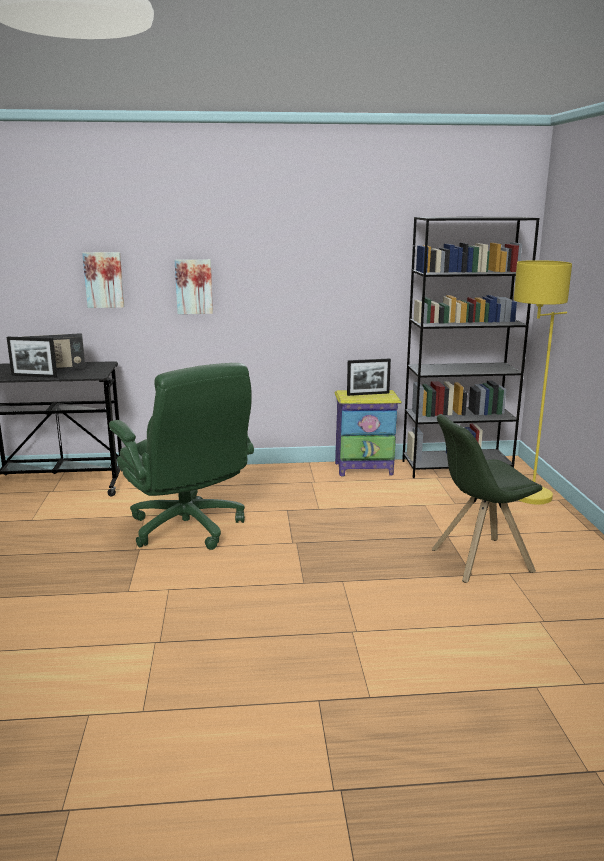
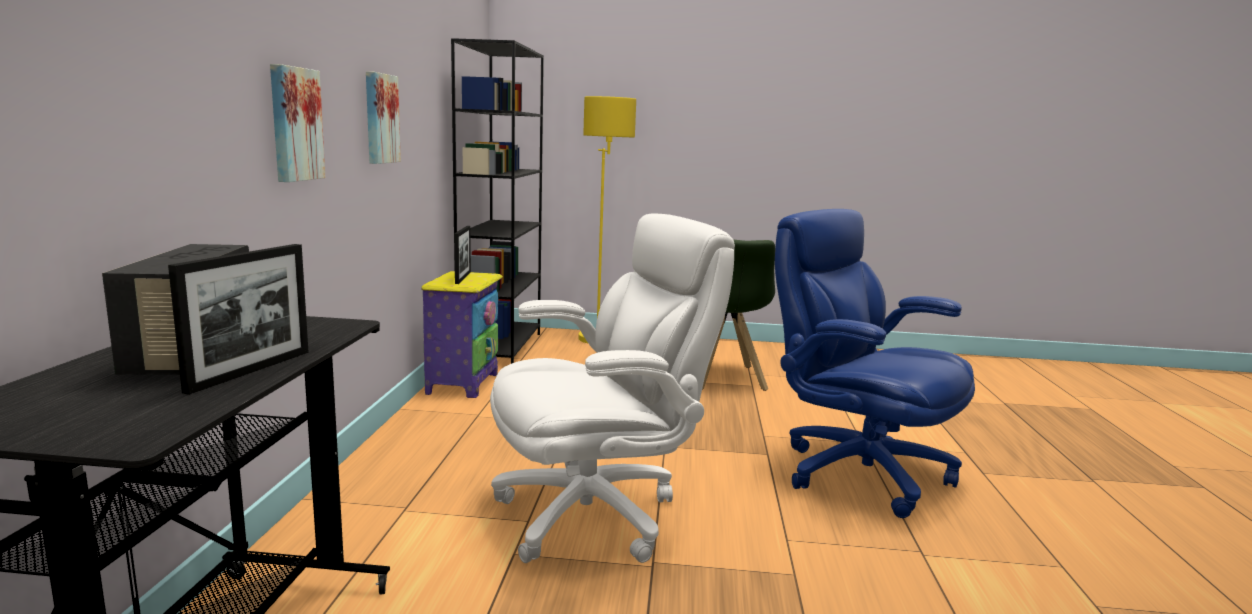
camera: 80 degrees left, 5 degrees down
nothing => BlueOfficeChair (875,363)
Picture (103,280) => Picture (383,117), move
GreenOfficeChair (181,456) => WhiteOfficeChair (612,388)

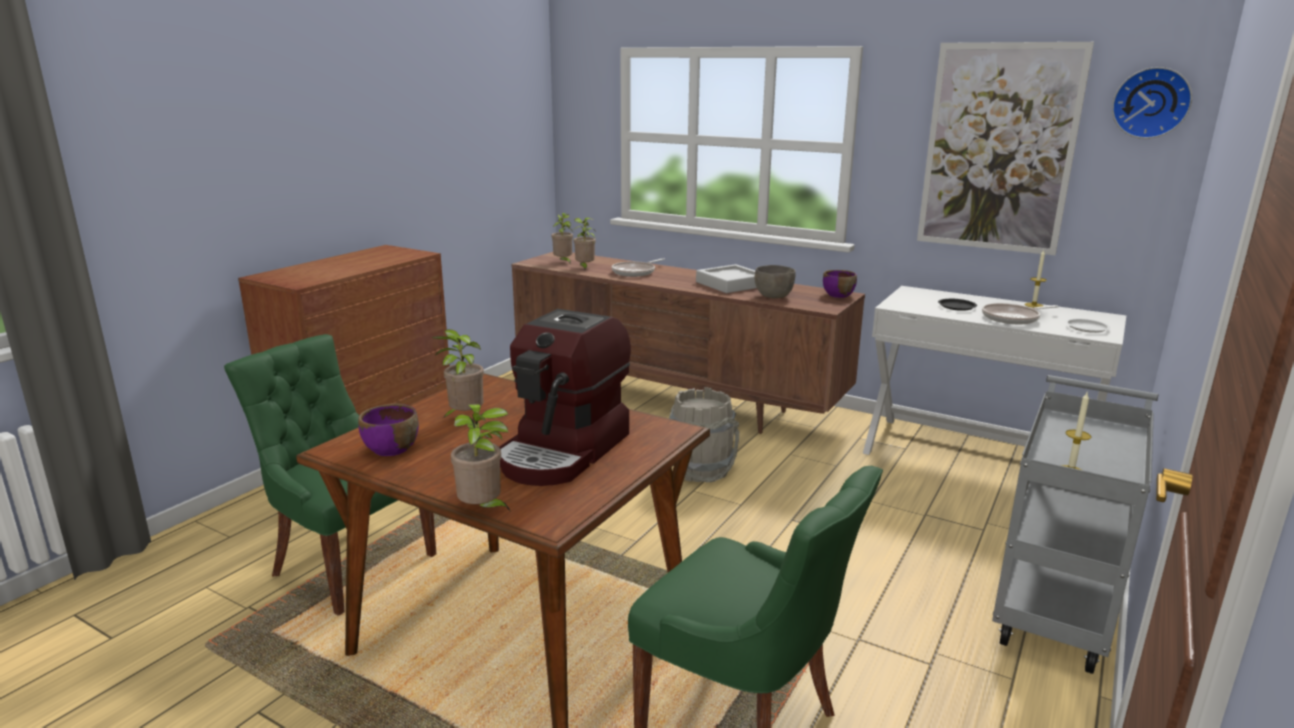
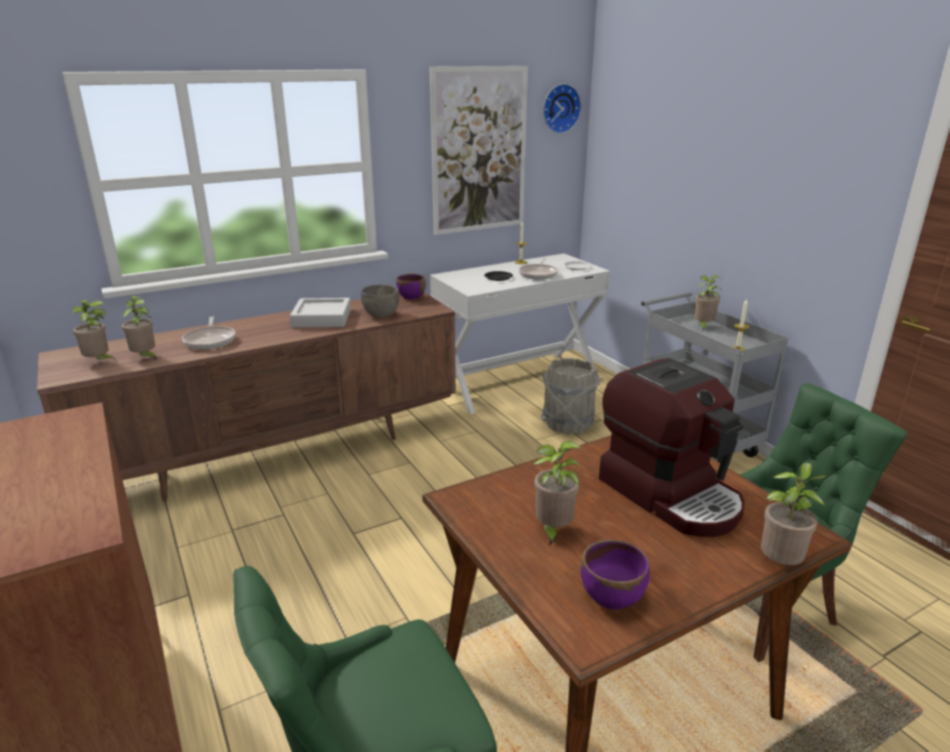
camera: 60 degrees left, 5 degrees up
nothing => PottedPlant (708,302)
GreyBucket (704,435) => GreyBucket (570,396), move

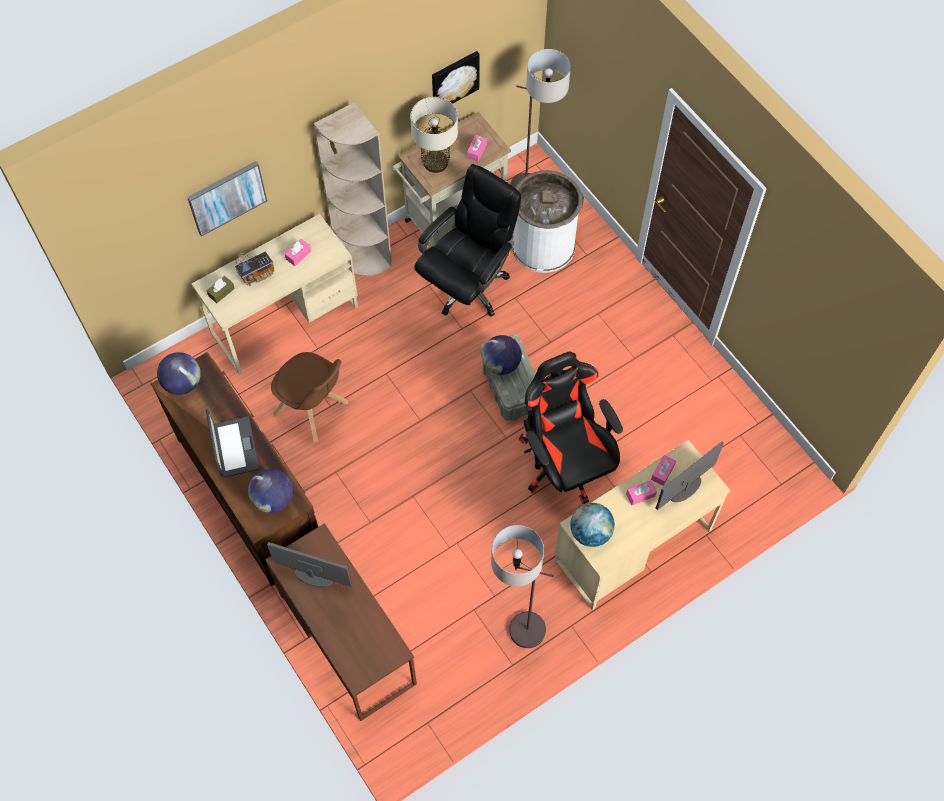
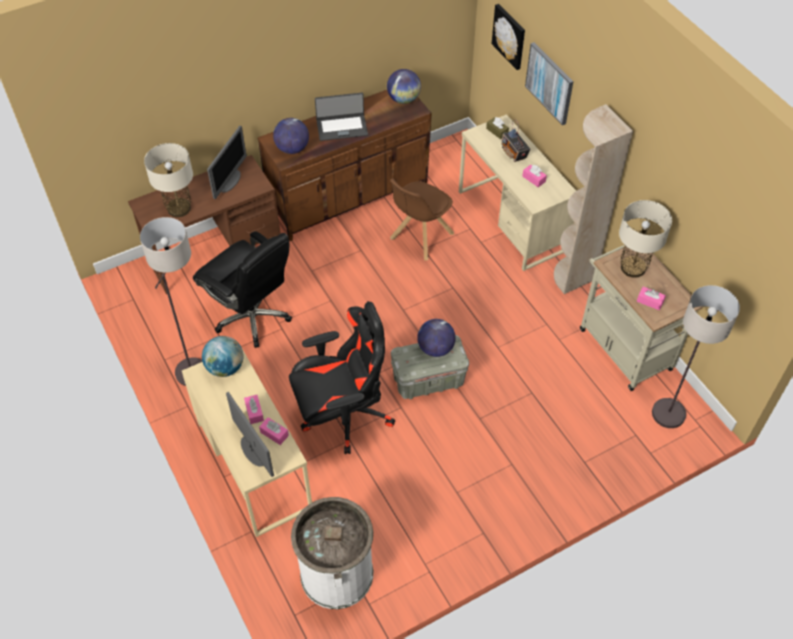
camera: 95 degrees right, 10 degrees down
nothing => TableLamp (168,180)
BlackOfficeChair (467,240) => BlackOfficeChair (242,289), move
Picture (456,77) => Picture (508,37), move
WhiteTrashCan (548,221) => WhiteTrashCan (332,553), move

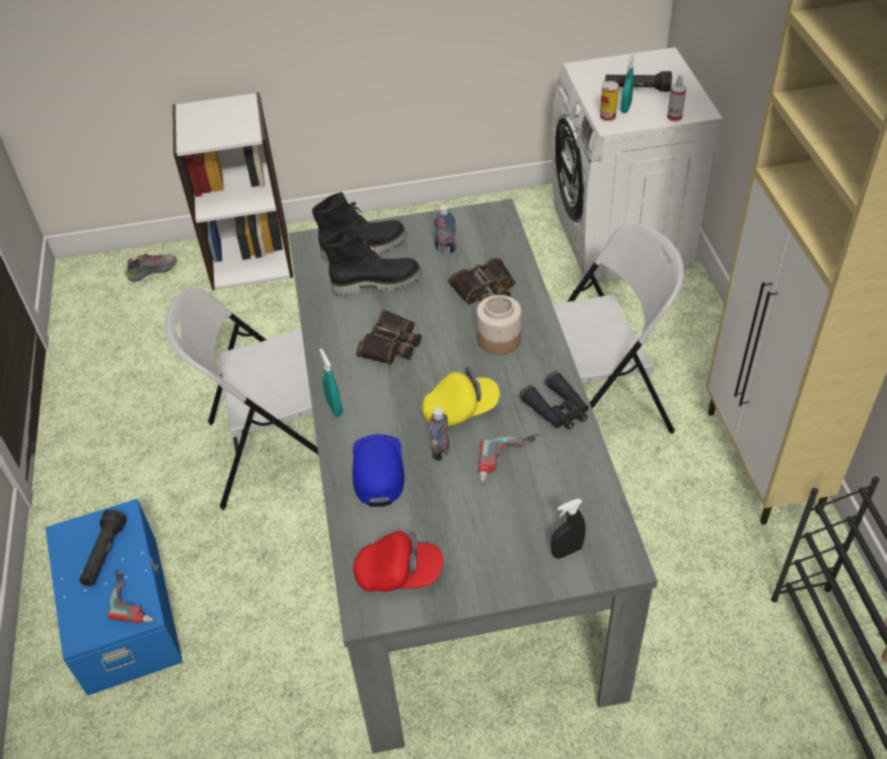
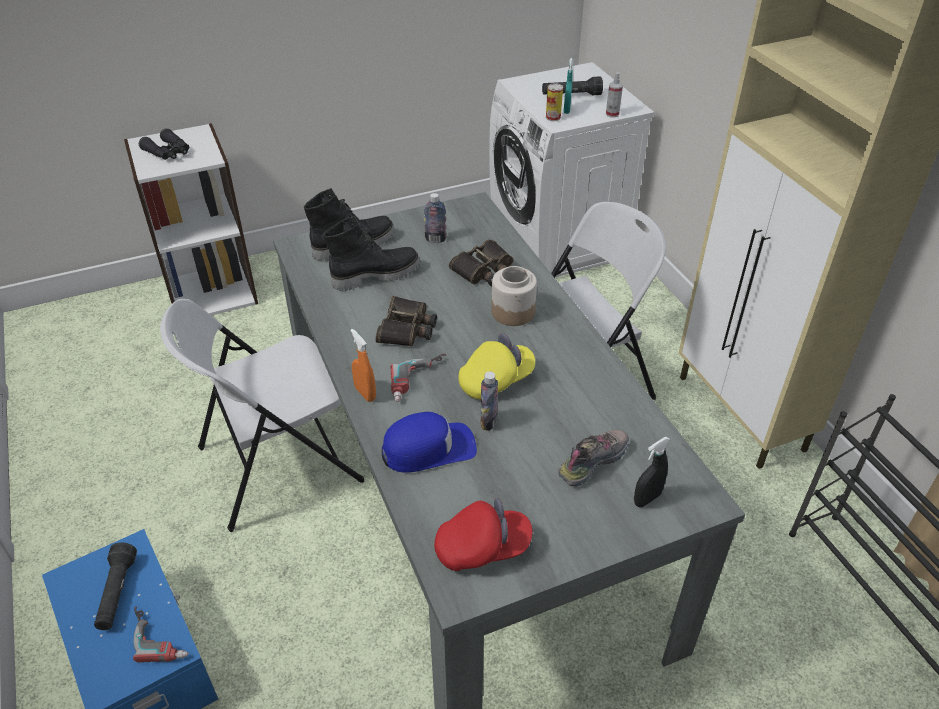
camera: 15 degrees left, 5 degrees down
Shoe (150,268) => Shoe (593,458), move
PowerDrill (509,458) => PowerDrill (419,378), move
BlackBinoculars (554,400) => BlackBinoculars (164,144), move
TurquoiseSprayBottle (331,382) => OrangeSprayBottle (363,365)
BlueCap (378,470) => BlueCap (429,442), 90 degrees clockwise

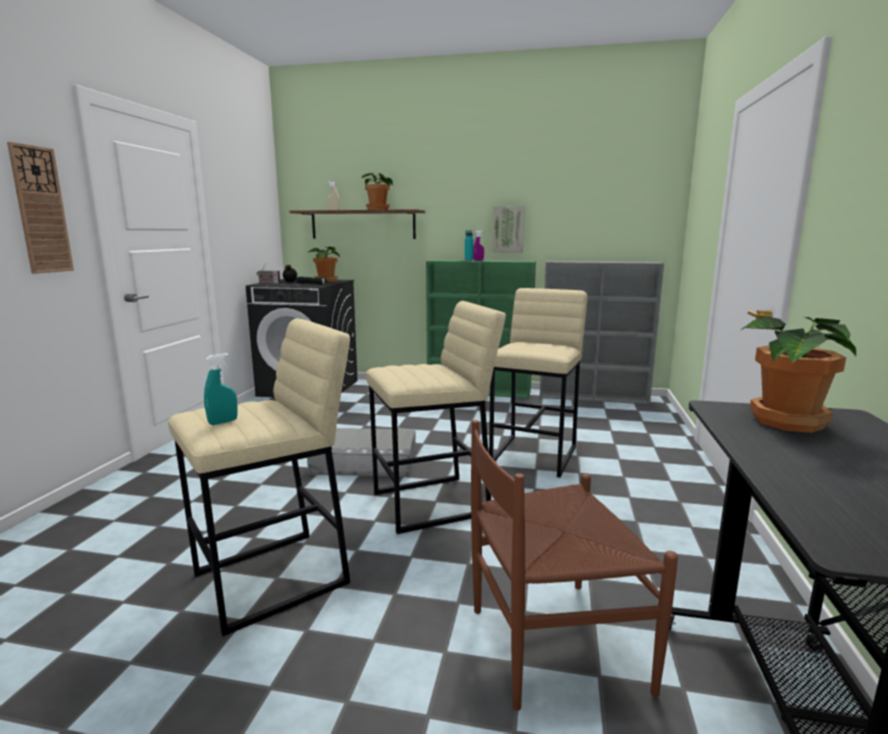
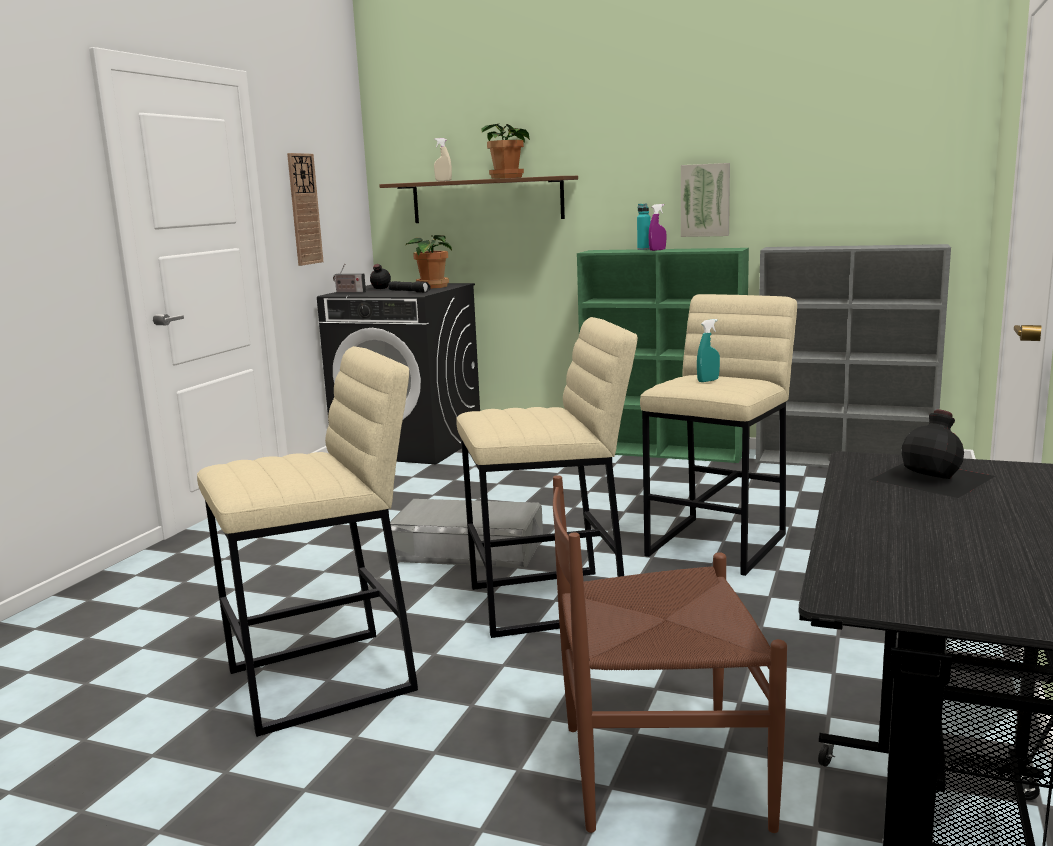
camera: 10 degrees right, 0 degrees up
WallClock (40,208) => WallClock (305,209), move
TurquoiseSprayBottle (221,389) => TurquoiseSprayBottle (708,350), move
PottedPlant (798,374) => BlackBottle (932,453)

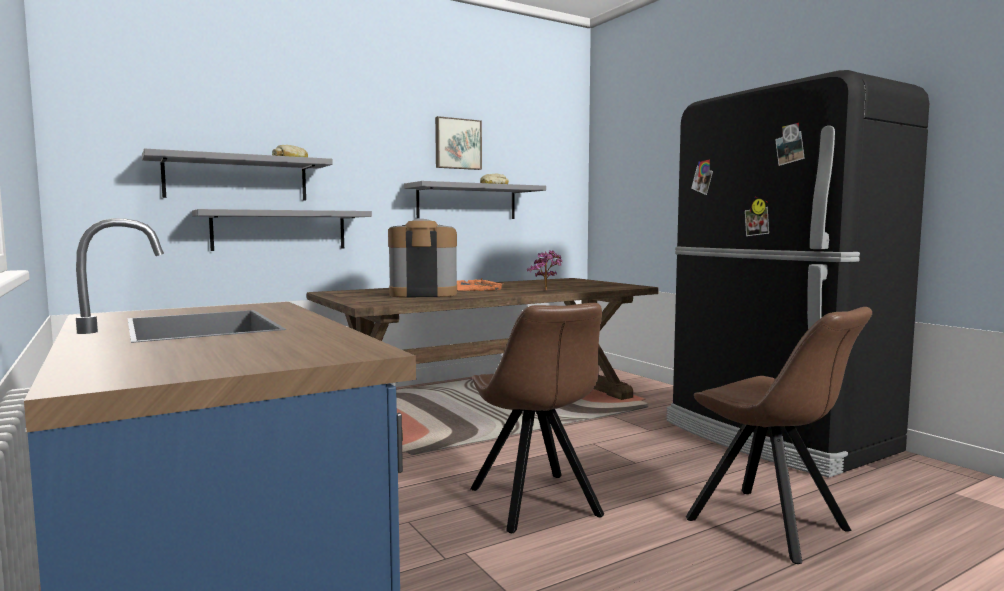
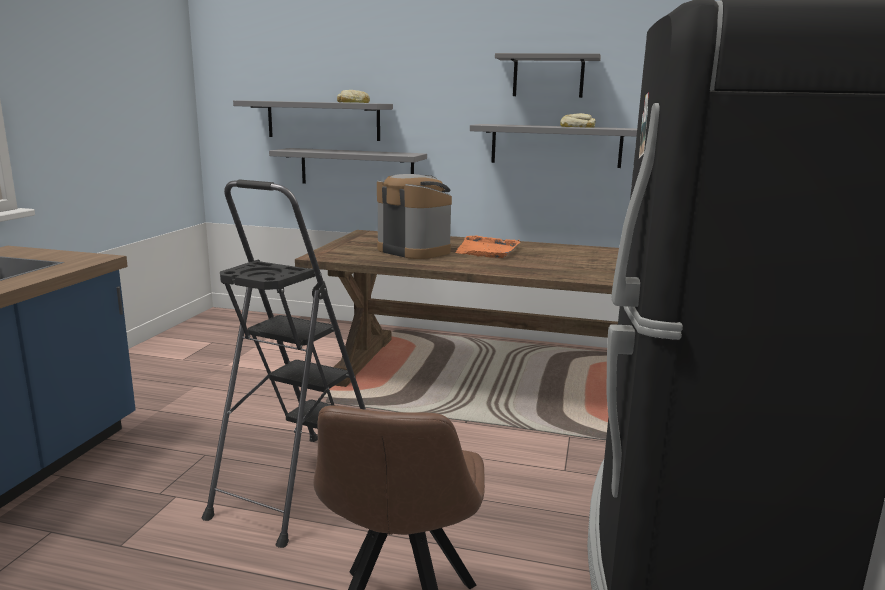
camera: 45 degrees right, 10 degrees up
PottedPlant (544,270) => nothing
Picture (458,143) => GreyShelf (548,75)
BrownChair (537,418) => StepLadder (283,363)

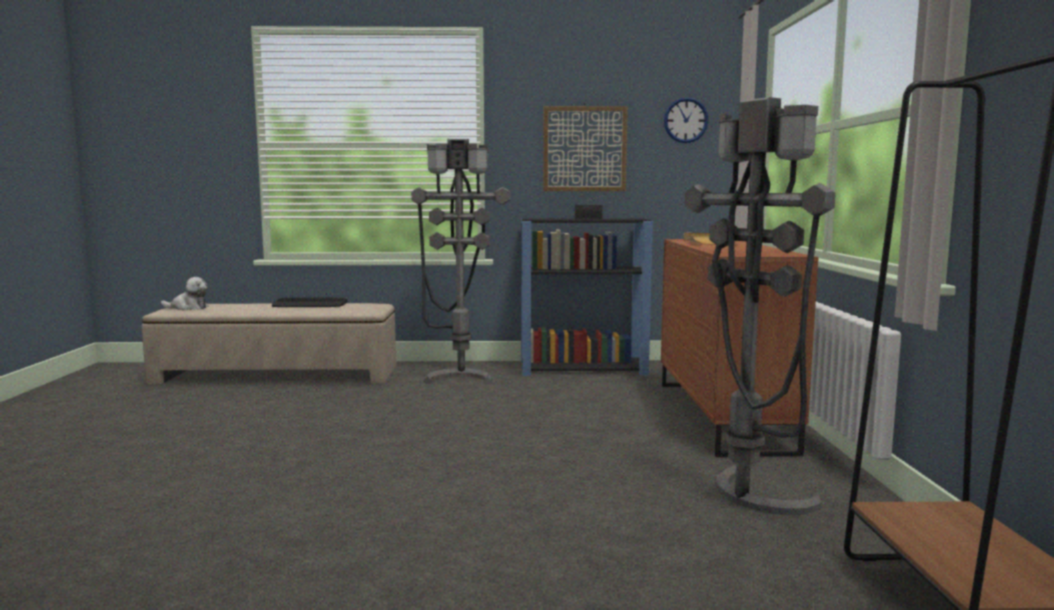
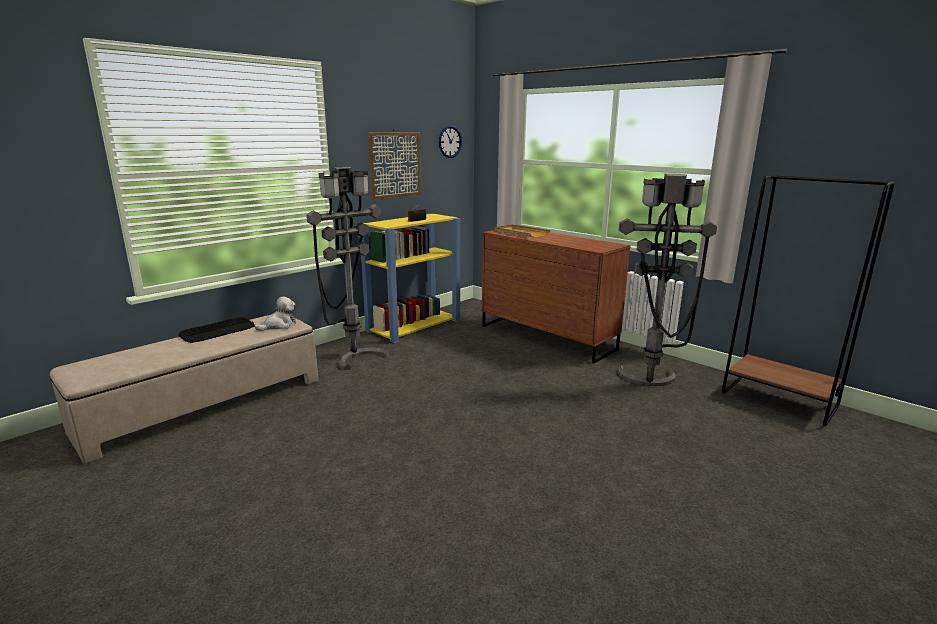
camera: 45 degrees left, 10 degrees up
PlushToy (185,293) => PlushToy (275,314), move
BlackBookcase (587,297) => YellowBookcase (410,278)

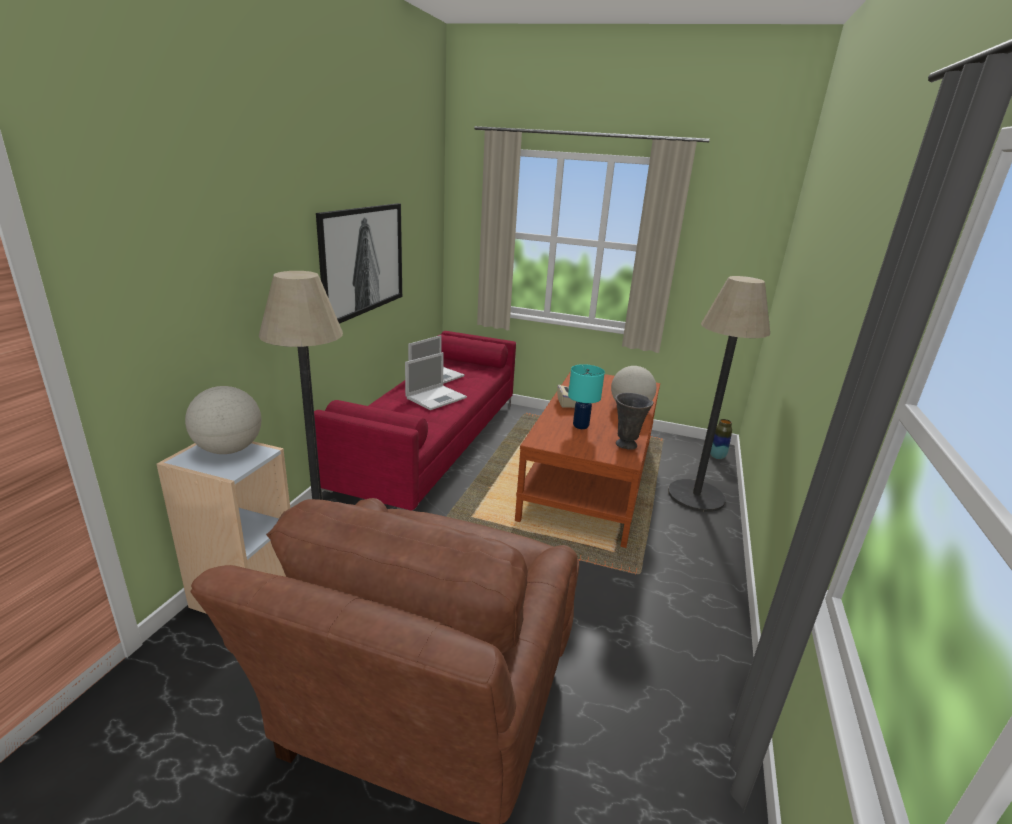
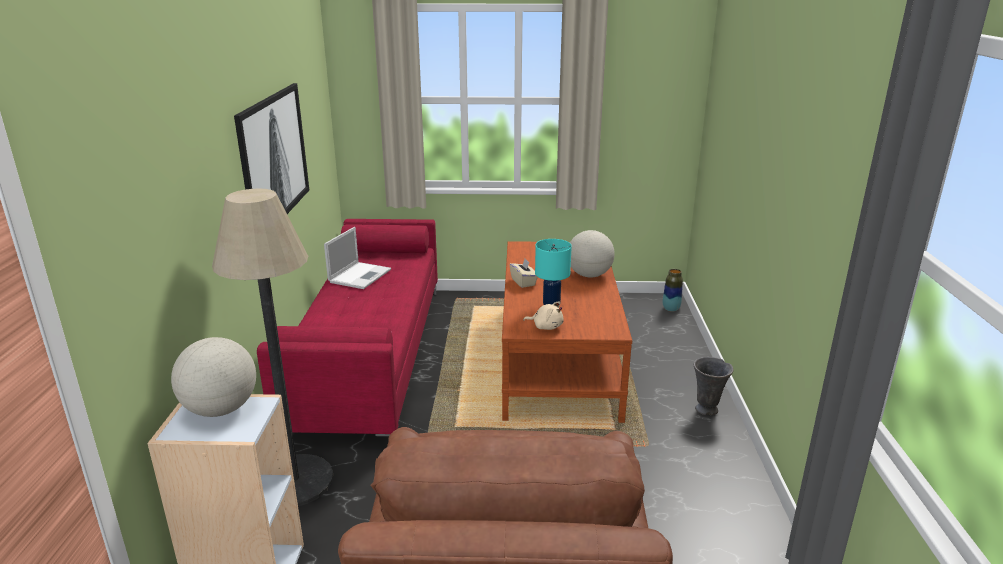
camera: 15 degrees left, 0 degrees up
Laptop (436,381) => nothing
FloorLamp (719,394) => nothing
nothing => BeigePlushToy (543,315)
GreyVase (634,421) => GreyVase (713,386), move

